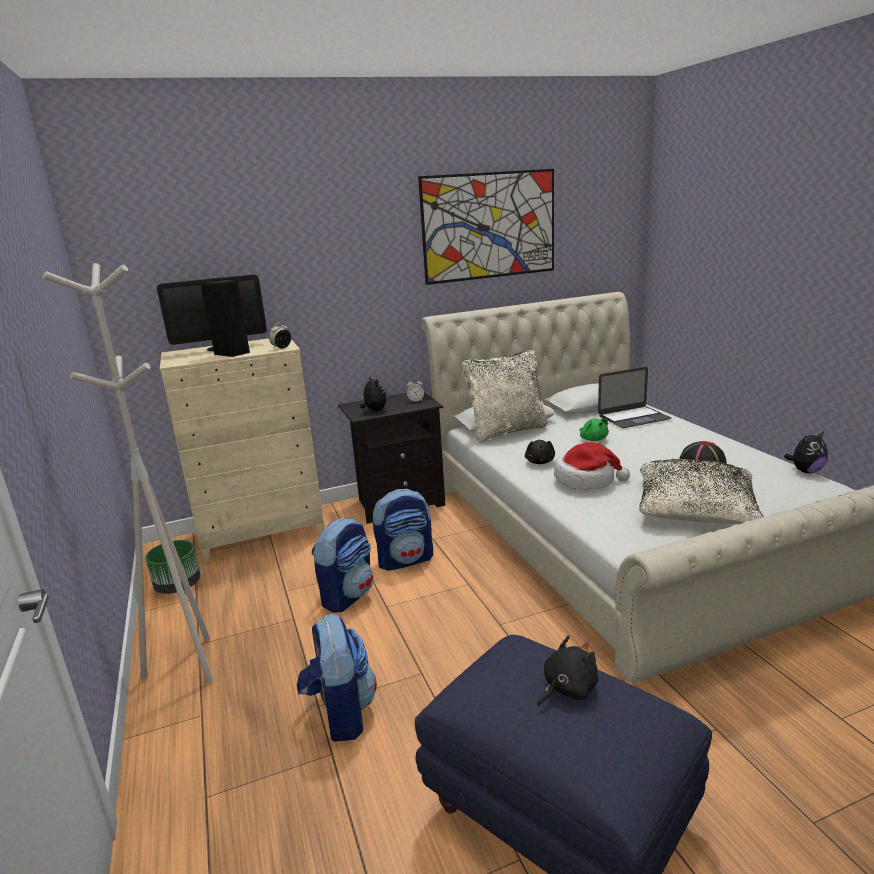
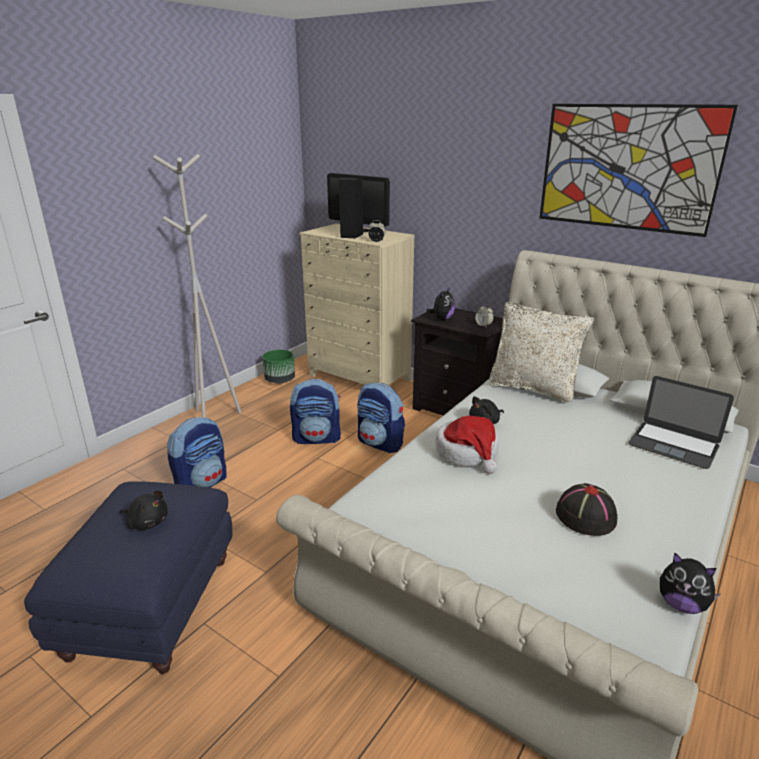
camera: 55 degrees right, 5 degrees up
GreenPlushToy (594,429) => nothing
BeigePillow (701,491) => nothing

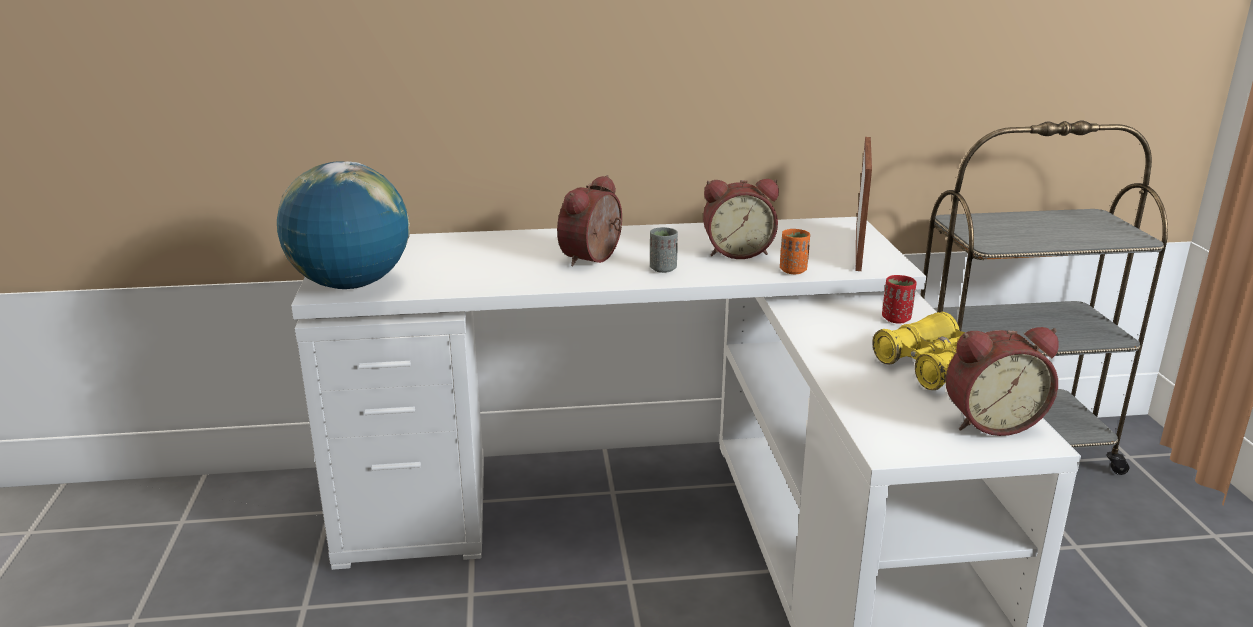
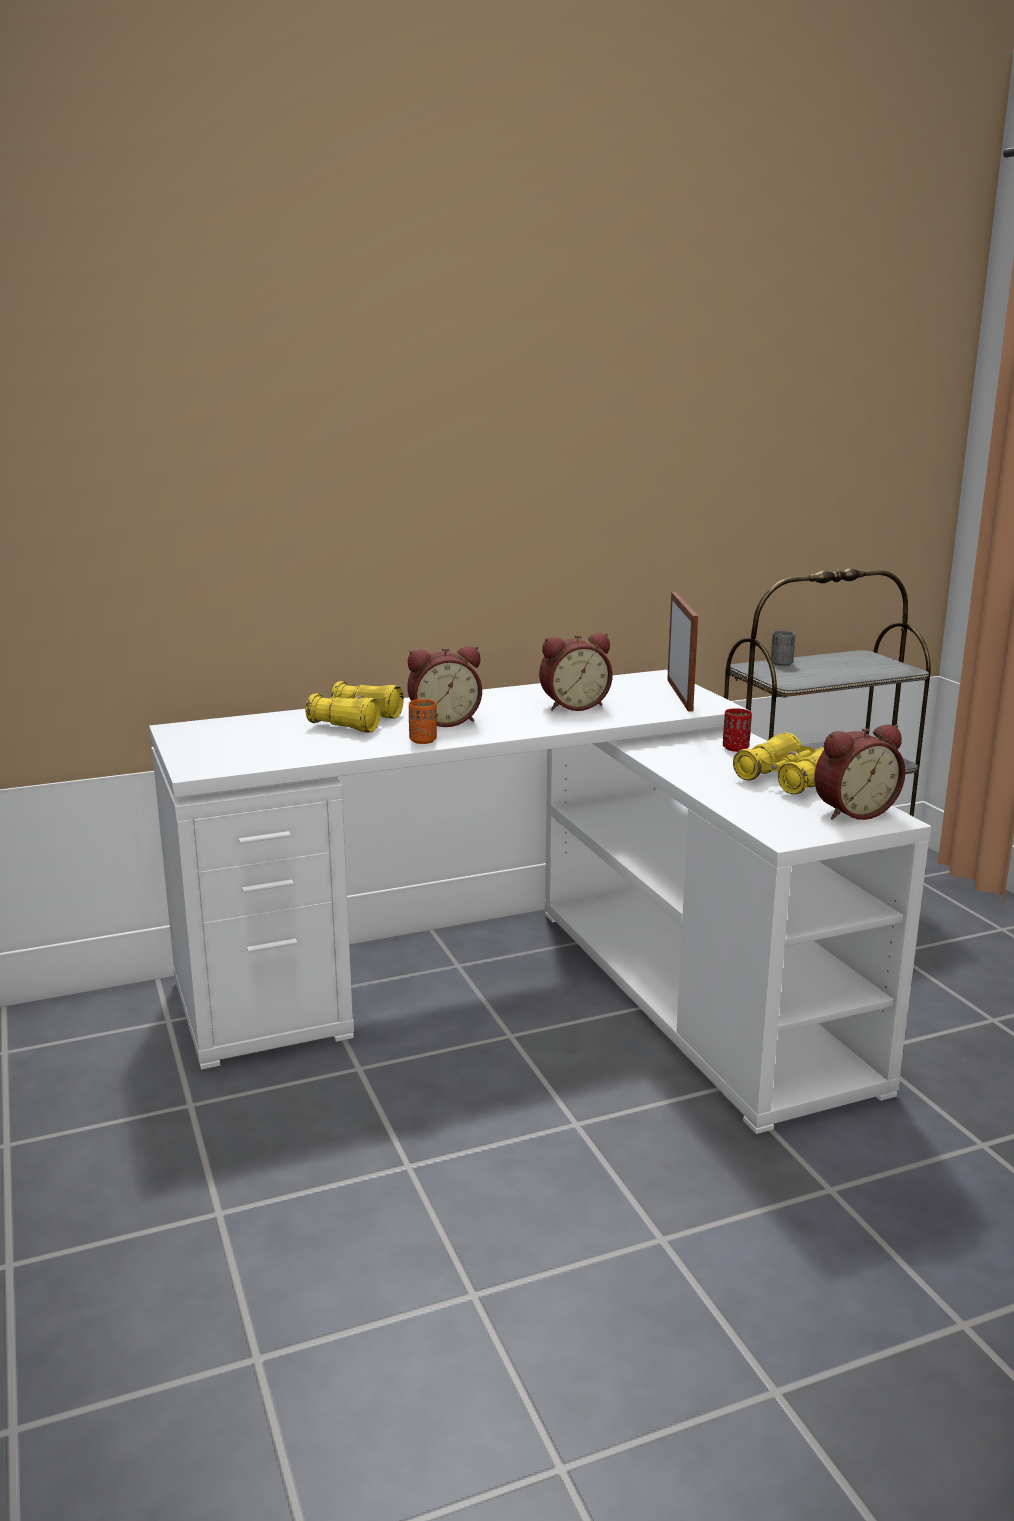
camera: 15 degrees left, 5 degrees down
Globe (343,225) => nothing
nothing => YellowBinoculars (355,707)
GreyCup (664,250) => GreyCup (783,648), move
OrangeCup (795,251) => OrangeCup (423,721), move
AlarmClock (589,220) => AlarmClock (444,686), 120 degrees counterclockwise

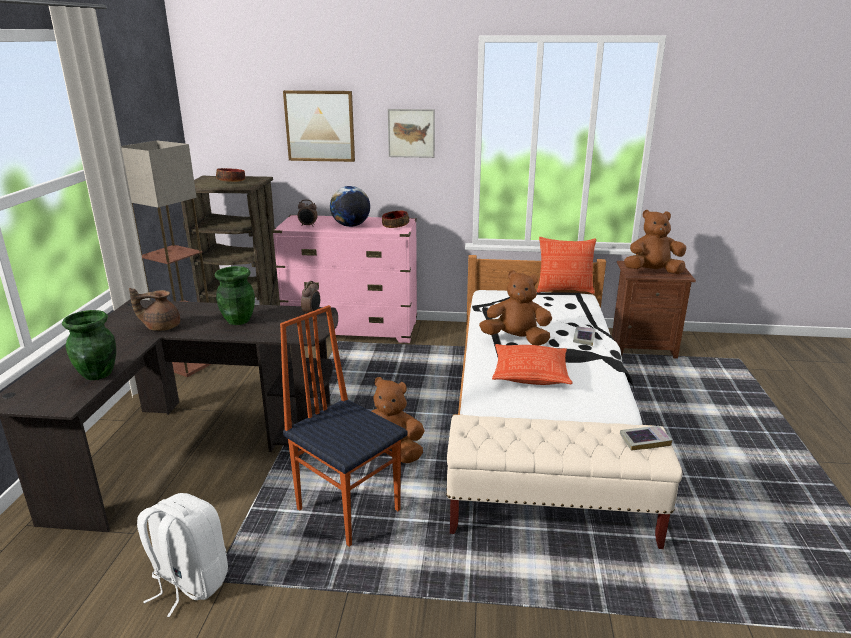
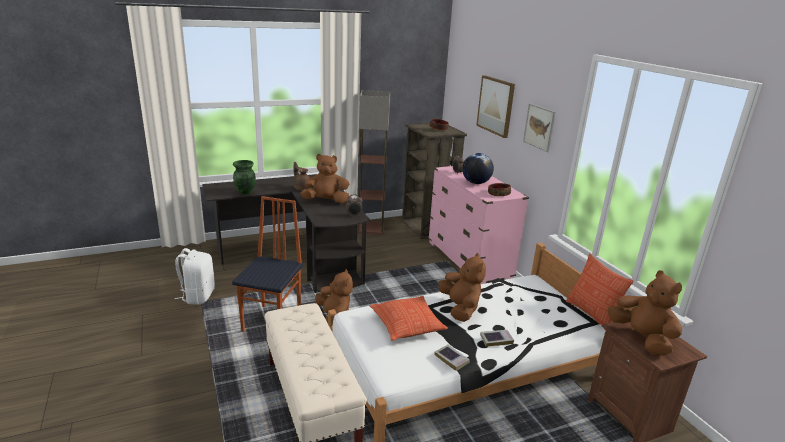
camera: 60 degrees right, 0 degrees up
Book (646,438) => Book (452,358), move
GreenVase (235,295) => BrownPlushToy (325,178)

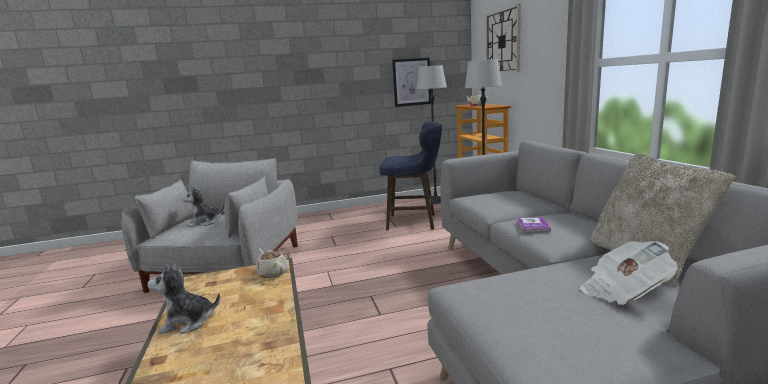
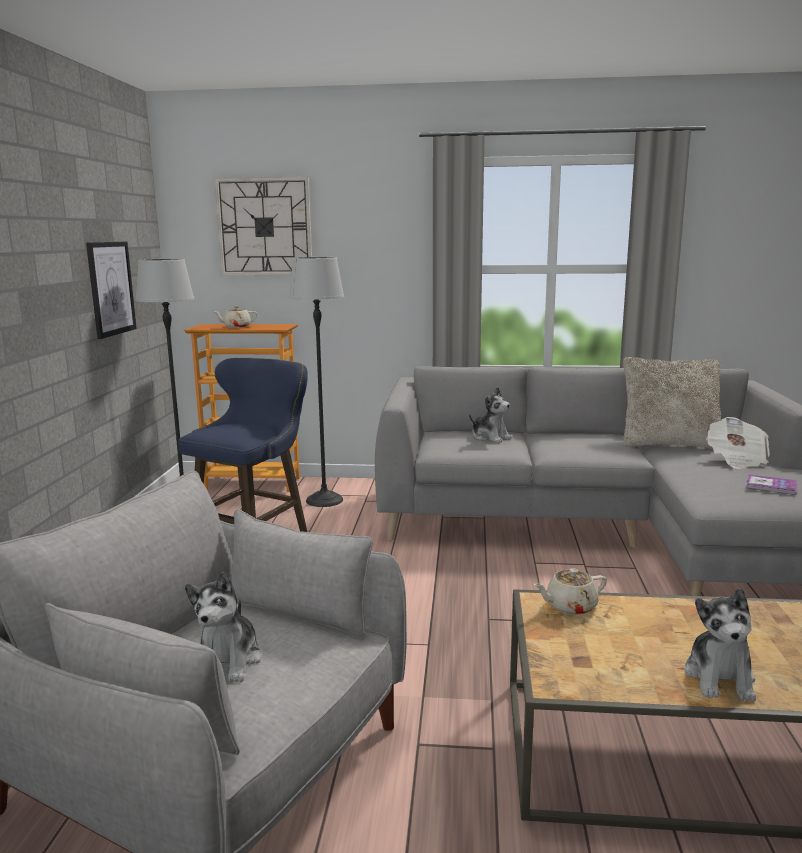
camera: 70 degrees left, 0 degrees up
nothing => PlushToy (490,415)
Book (534,224) => Book (771,484), move

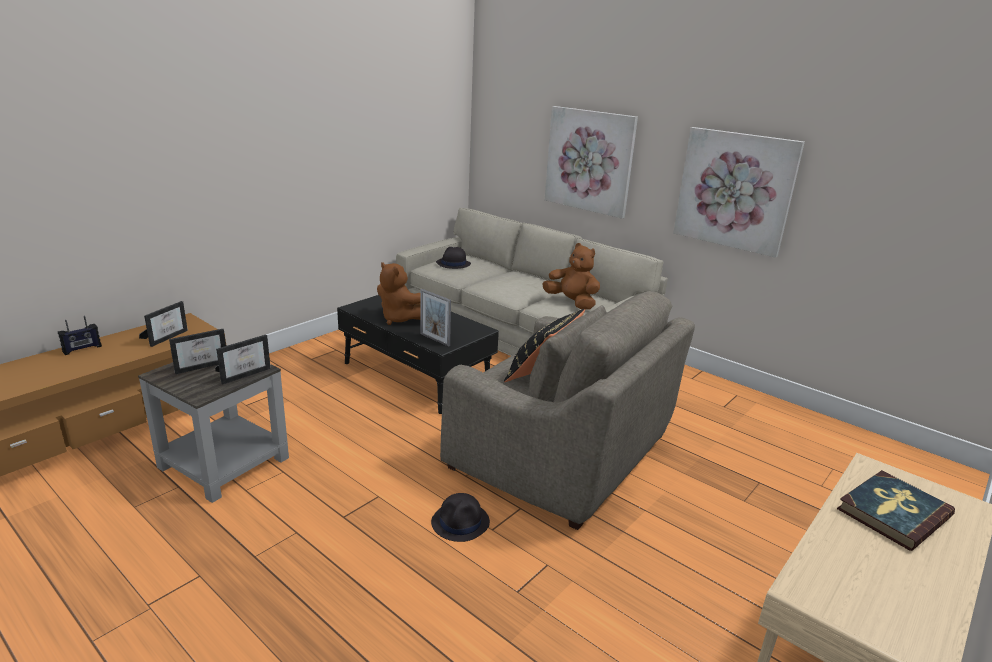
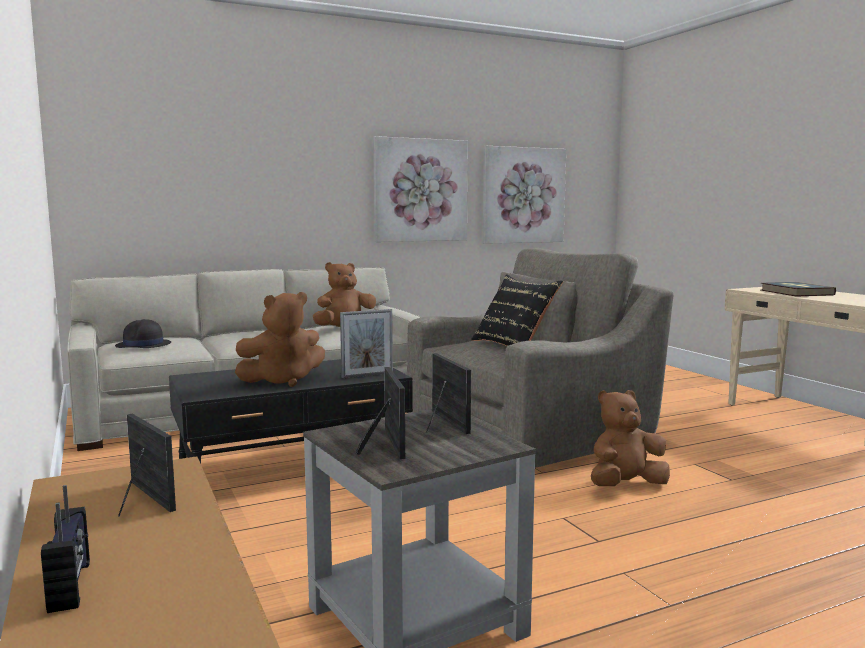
camera: 65 degrees left, 15 degrees down
Picture (591,162) => Picture (524,195), move
BlackHat (460,517) => BrownPlushToy (630,438)

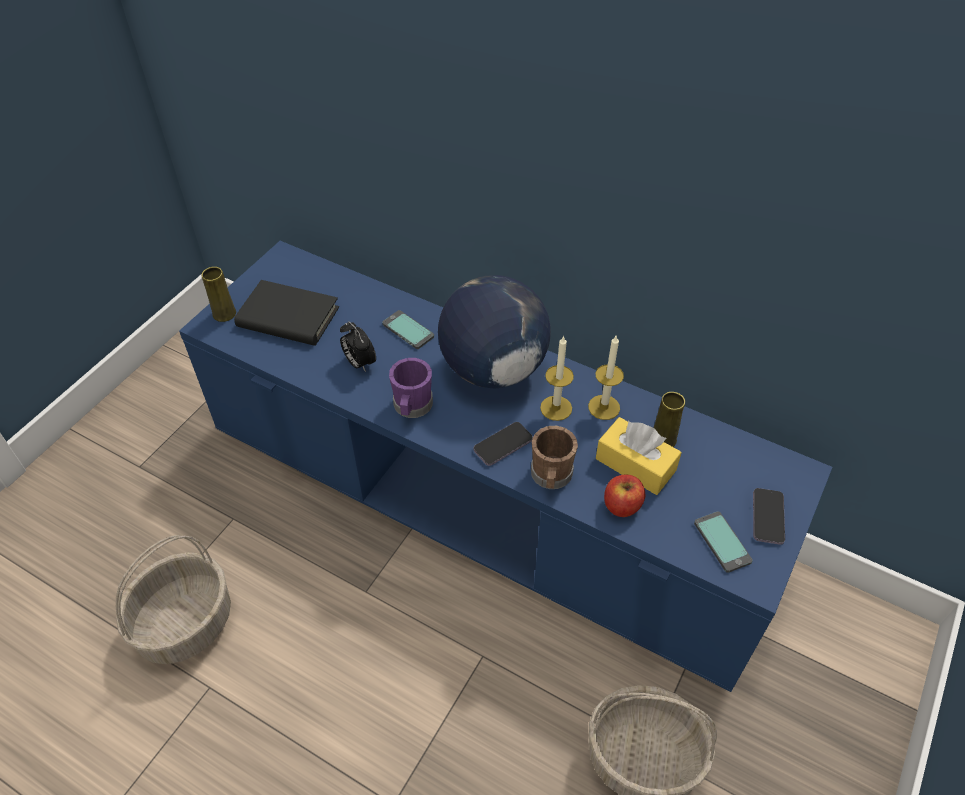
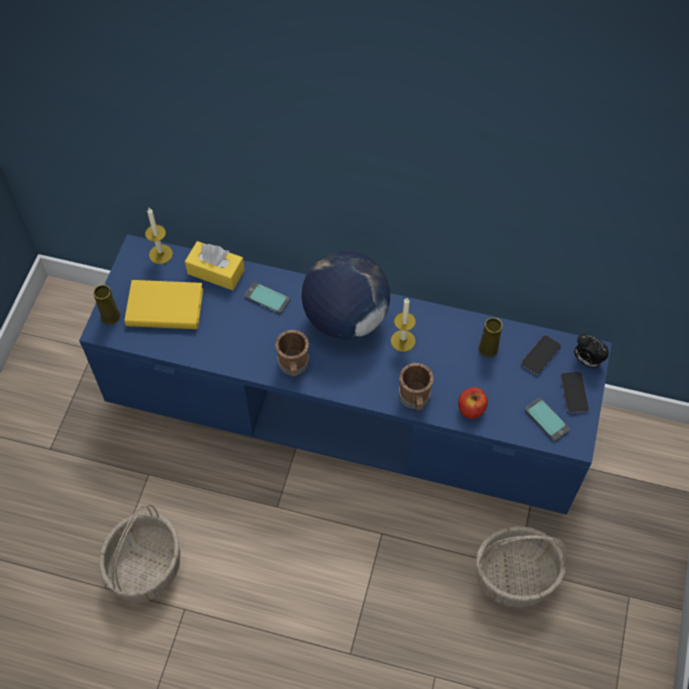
camera: 15 degrees left, 10 degrees up
AlarmClock (358,346) => AlarmClock (591,351), move
Phone (503,444) => Phone (541,355), move
Candle (606,378) => Candle (159,236), move
YellowTissueBox (639,456) => YellowTissueBox (215,265), move
BlackBook (286,313) => YellowBook (164,304)
PurpleMug (411,388) => BrownMug (292,353)

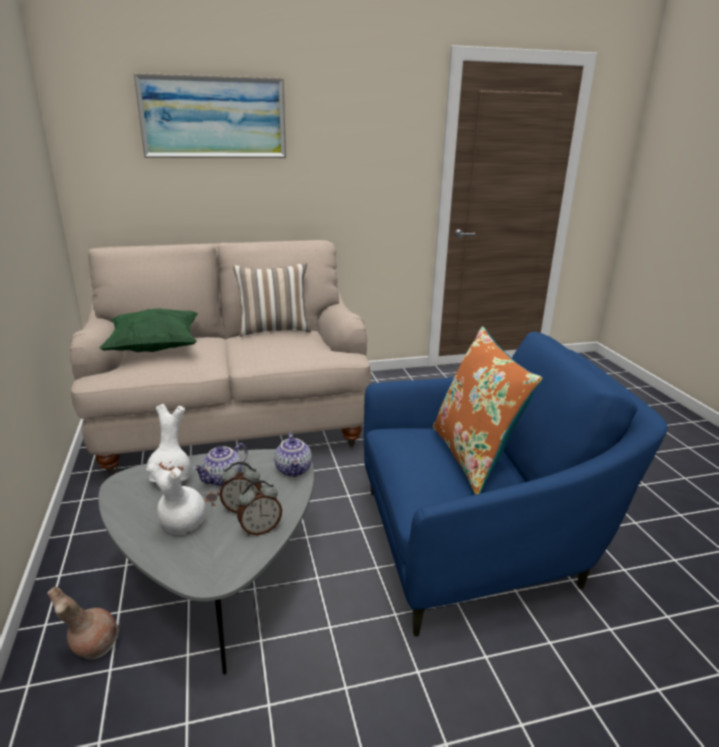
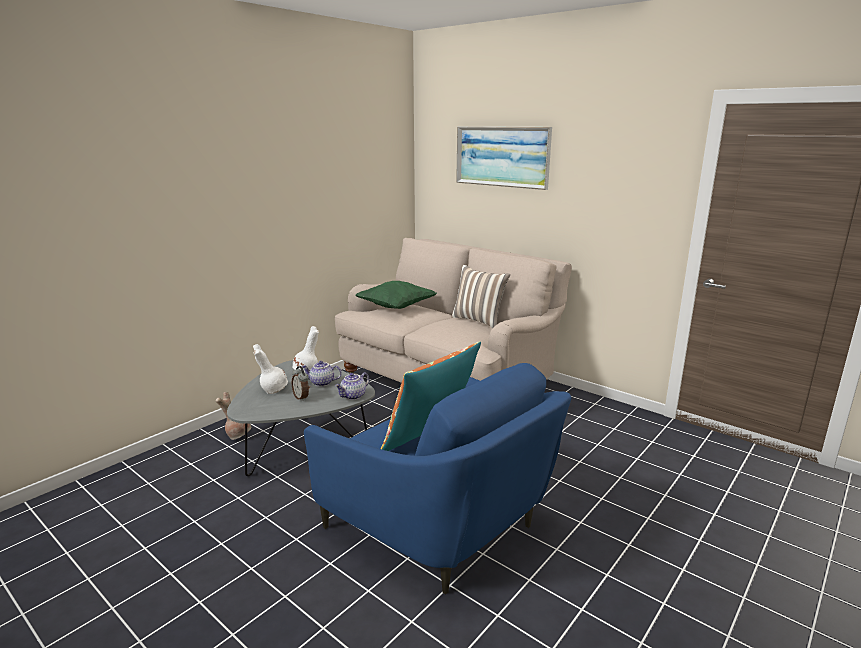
camera: 55 degrees right, 5 degrees down
AlarmClock (259,508) => nothing

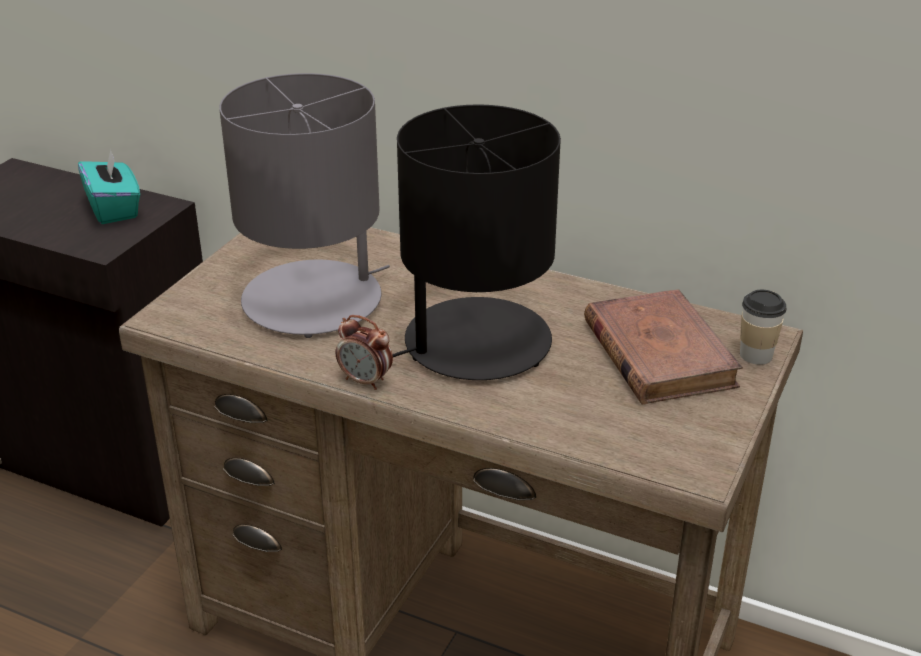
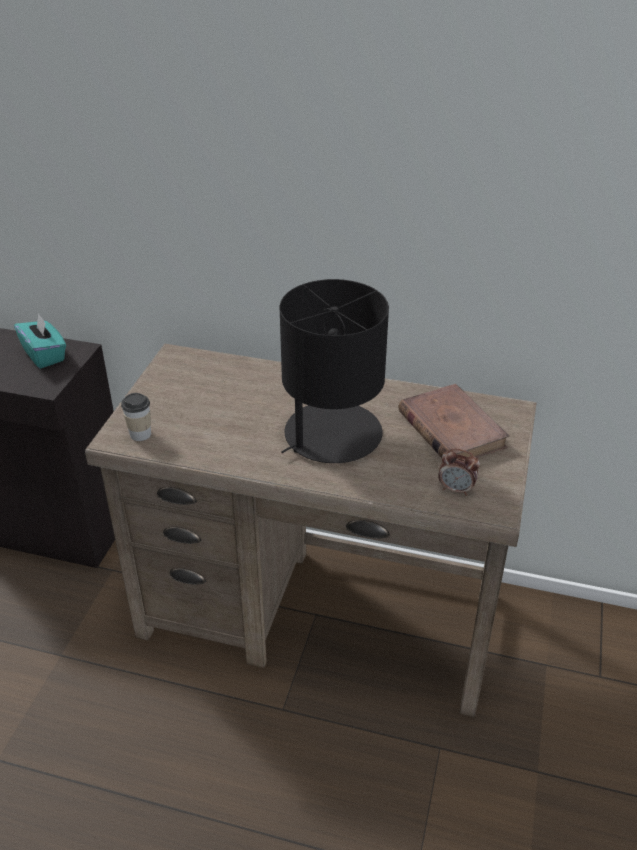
camera: 10 degrees left, 5 degrees up
GreyTableLamp (304,205) => nothing
AlarmClock (364,352) => AlarmClock (459,472), move
Cup (763,327) => Cup (136,417), move

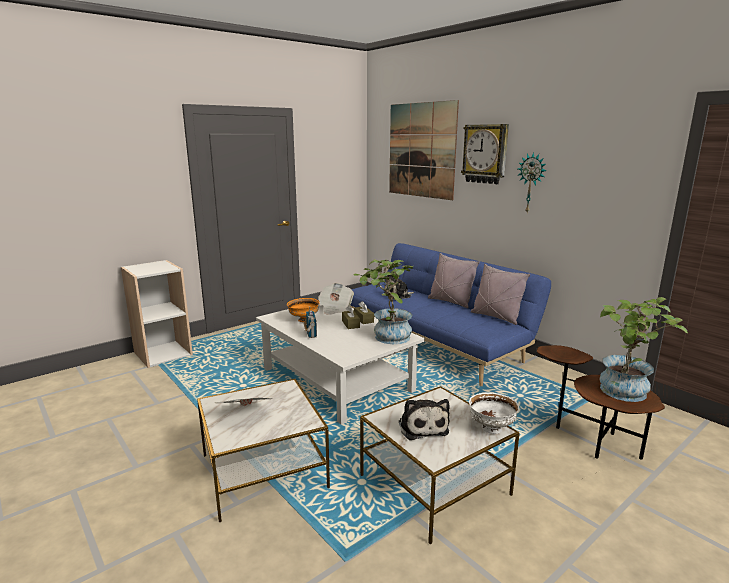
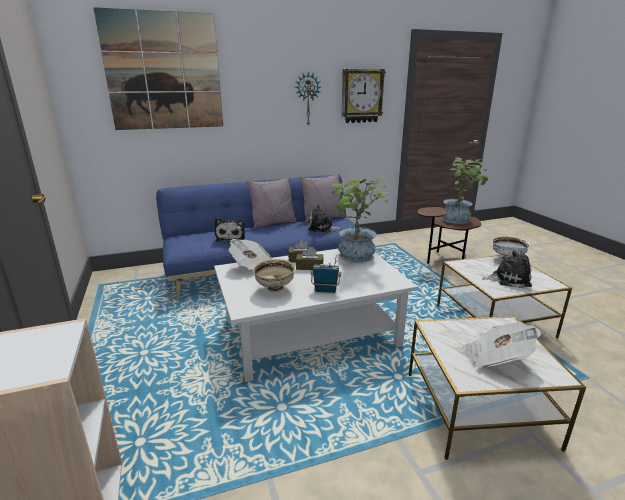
camera: 70 degrees left, 5 degrees up
nothing => PlushToy (325,219)
WallClock (485,154) => WallClock (363,96), move
OrangeBowl (303,310) => BeigeBowl (274,276)

